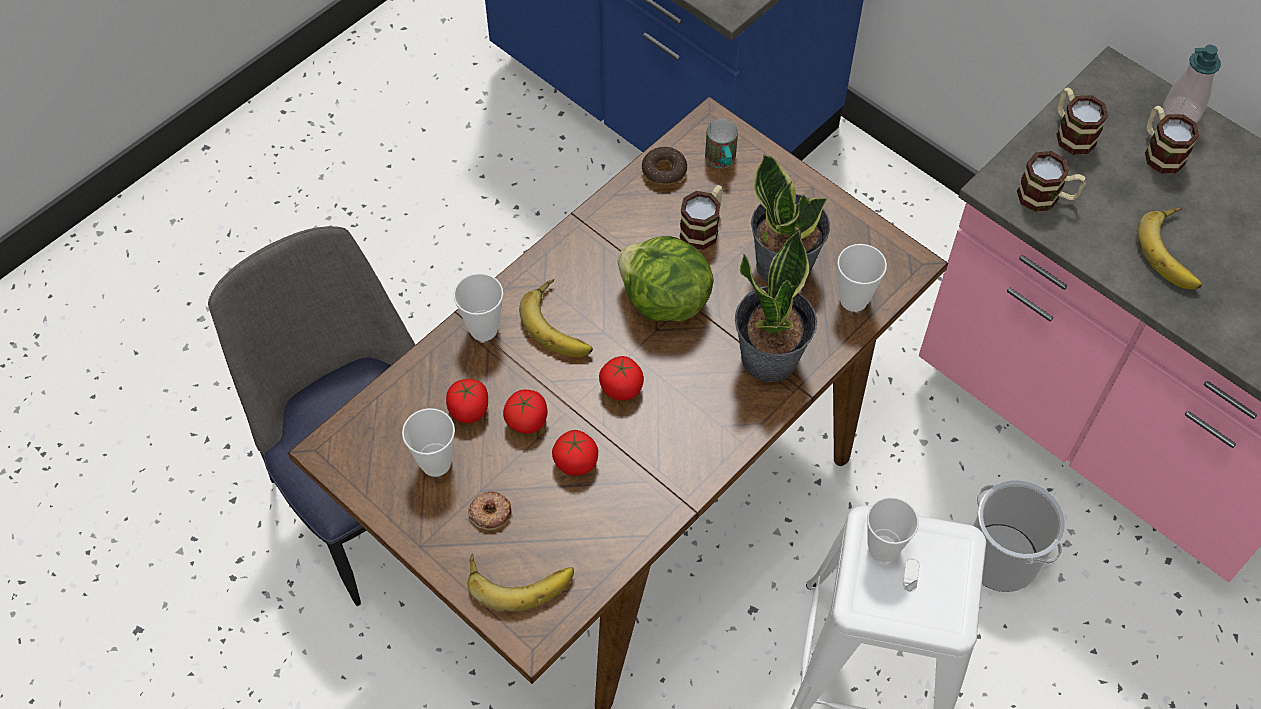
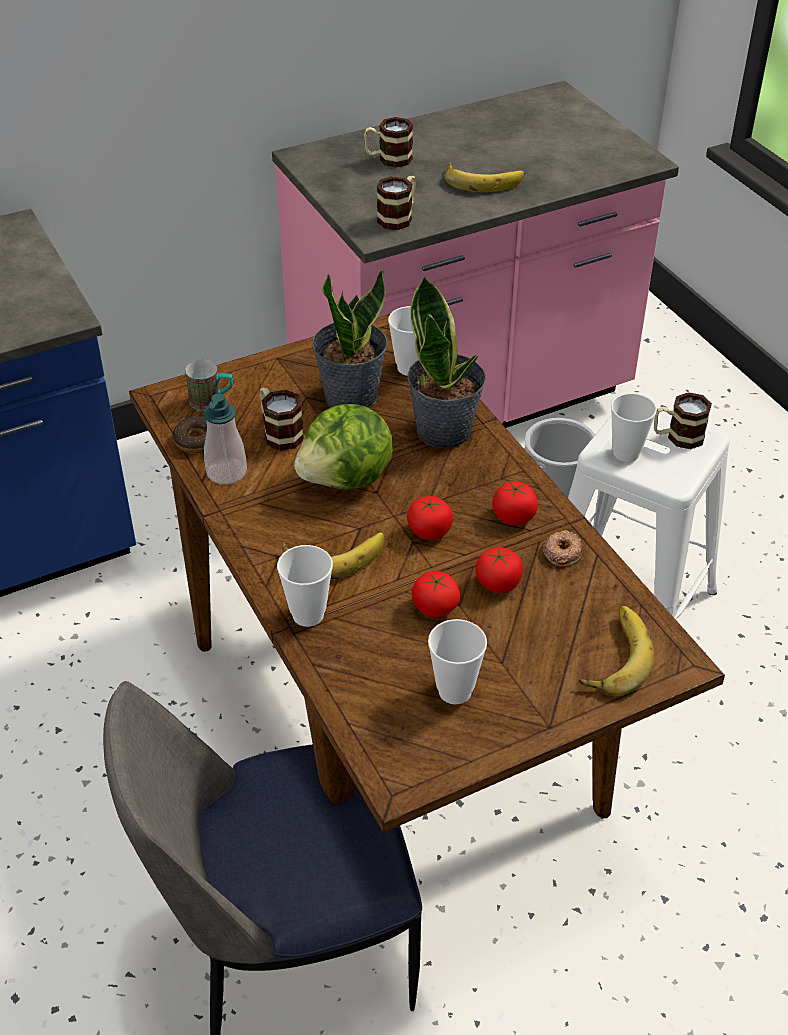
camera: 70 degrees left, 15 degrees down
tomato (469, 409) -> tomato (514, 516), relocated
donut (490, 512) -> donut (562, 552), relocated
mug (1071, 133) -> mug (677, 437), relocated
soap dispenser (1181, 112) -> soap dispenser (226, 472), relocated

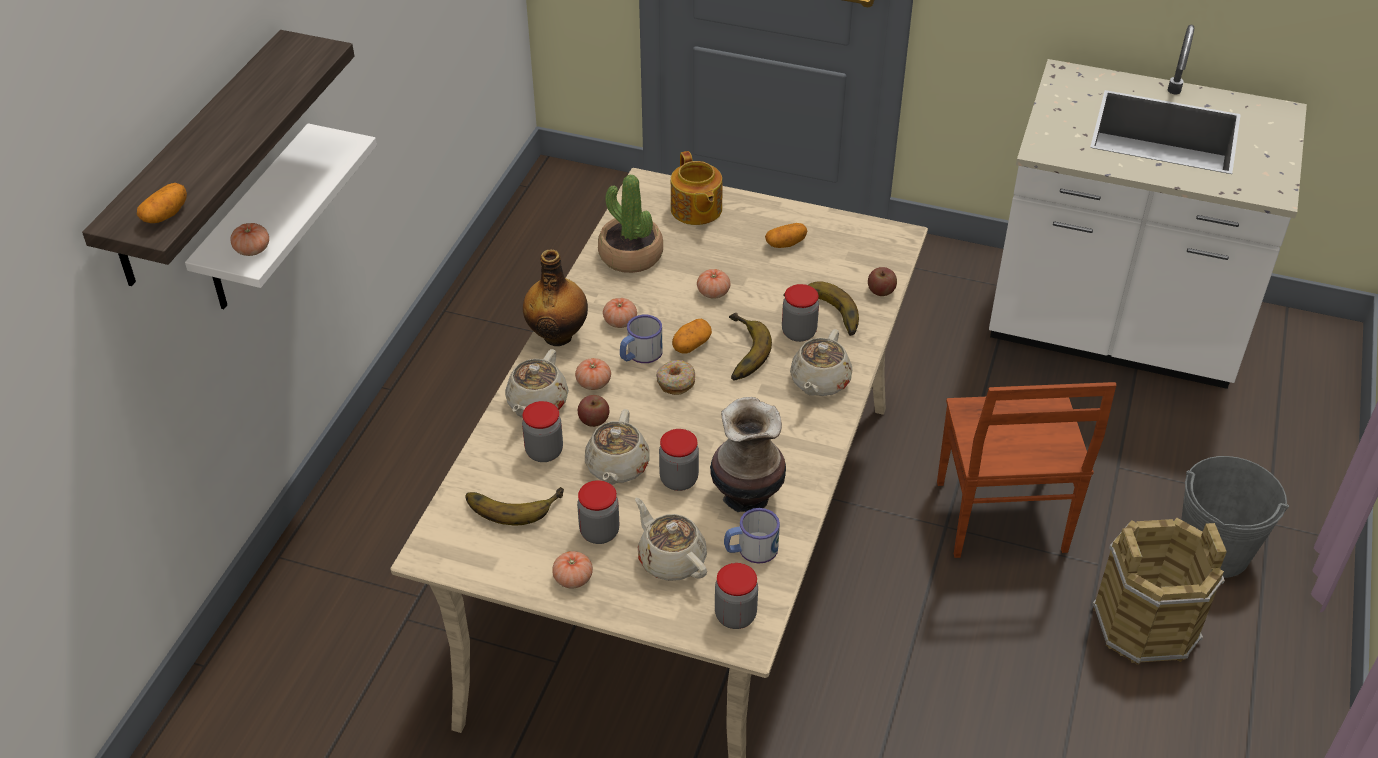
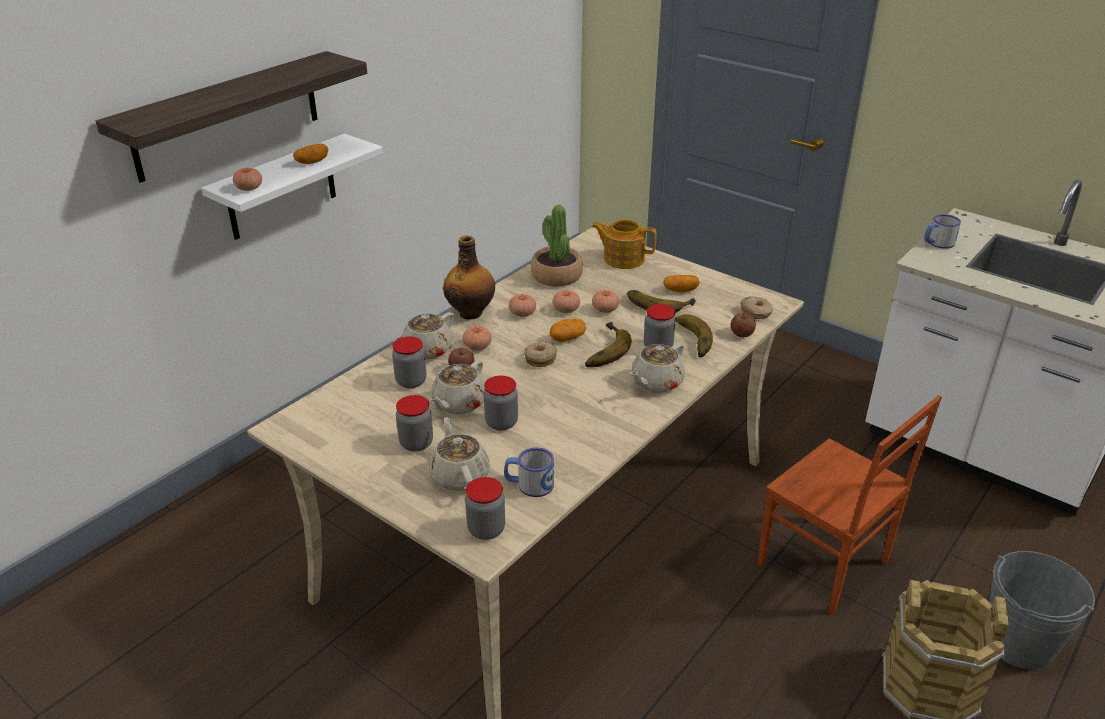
camera: 20 degrees right, 10 degrees down
vase (745, 495) -> none
none -> donut (756, 312)
potato (166, 215) -> potato (312, 162), relocated
banana (513, 502) -> banana (658, 302), relocated
tomato (573, 578) -> tomato (566, 310), relocated
mug (640, 354) -> mug (937, 243), relocated
teapot (696, 210) -> teapot (623, 259), 105 degrees clockwise
brown chair (999, 518) -> brown chair (823, 565), 60 degrees counterclockwise

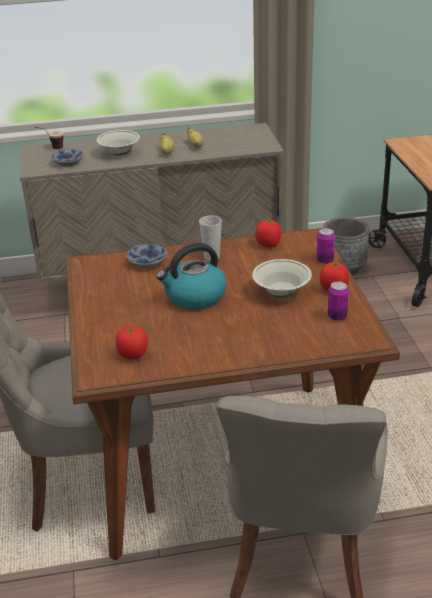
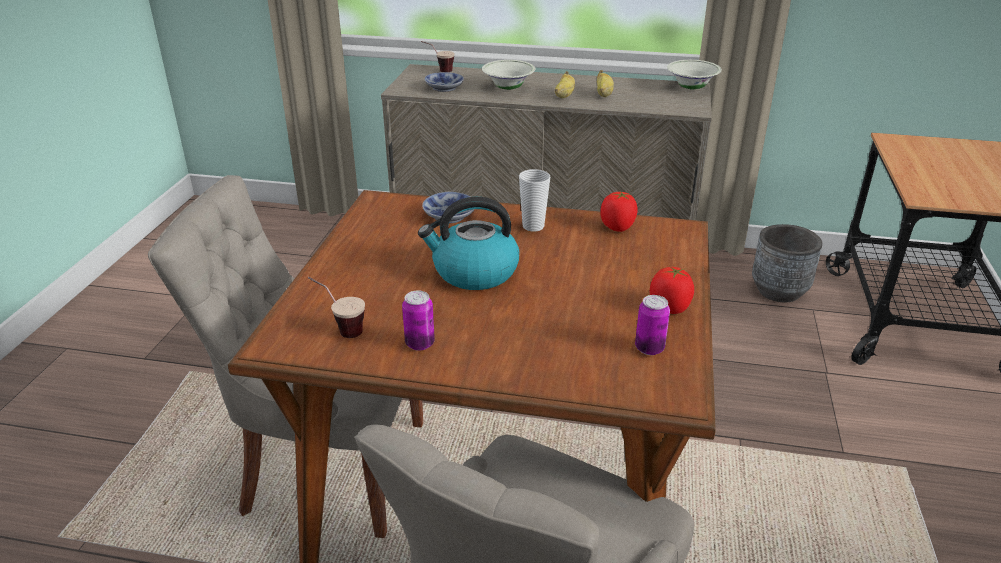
camera: 20 degrees right, 0 degrees up
white bowl (281, 293) -> white bowl (691, 88), relocated
can (325, 261) -> can (420, 343), relocated
tomato (133, 355) -> cup (340, 329)

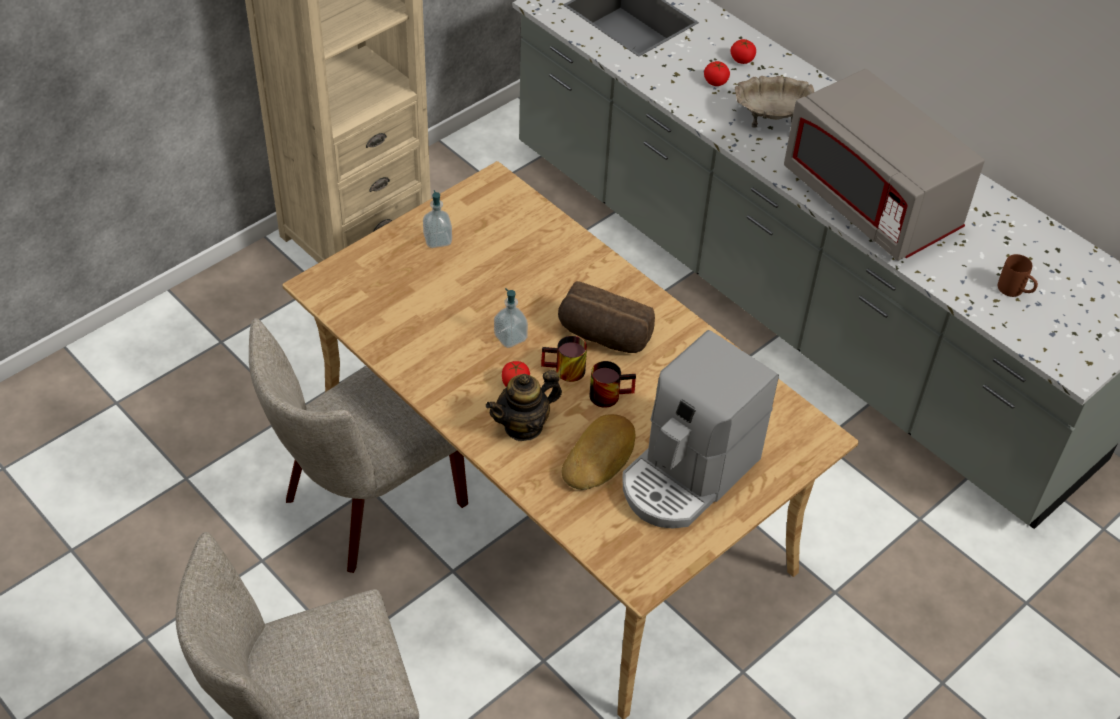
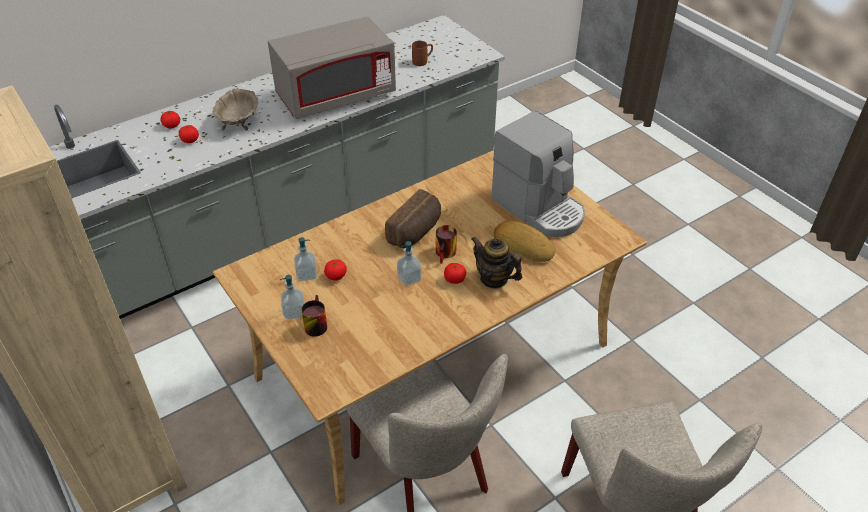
camera: 80 degrees left, 5 degrees down
none -> soap dispenser (307, 274)
none -> tomato (336, 276)
mug (609, 393) -> mug (314, 324), relocated
teapot (523, 426) -> teapot (494, 279), 150 degrees clockwise

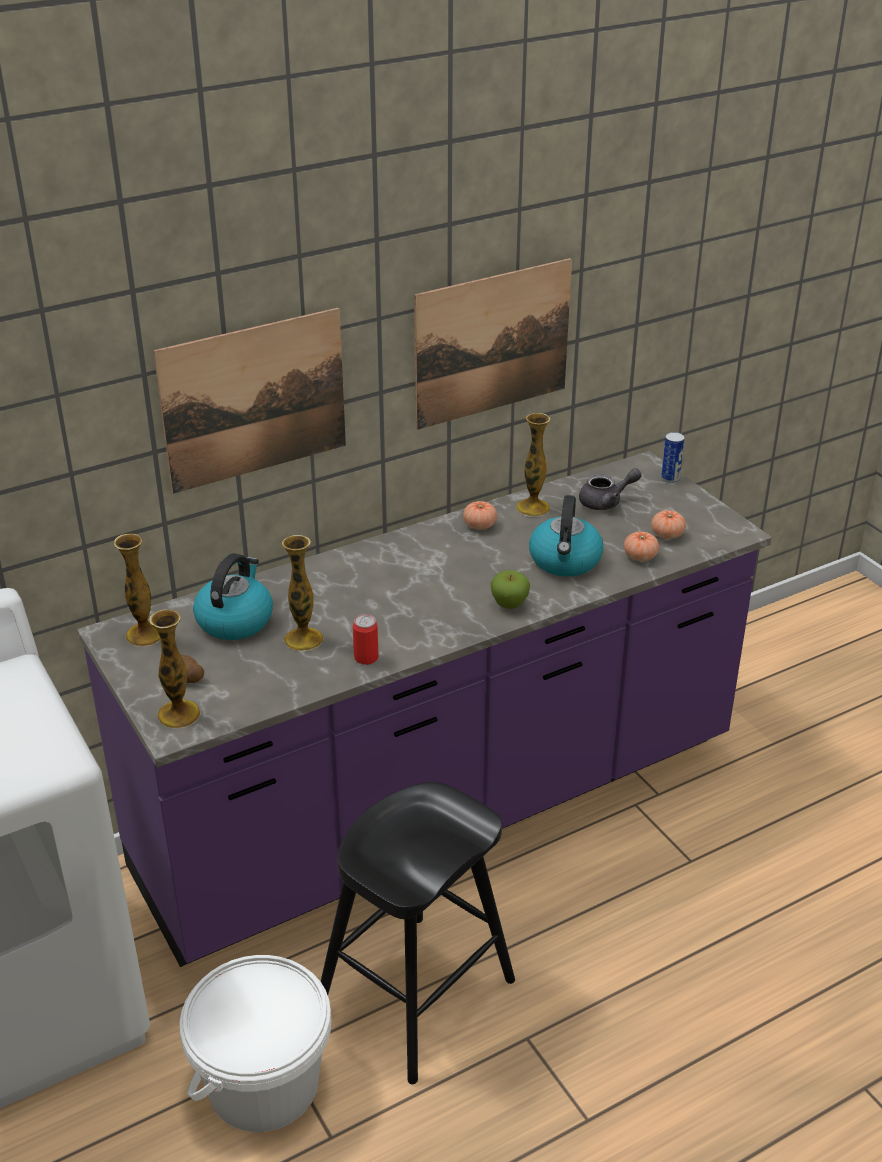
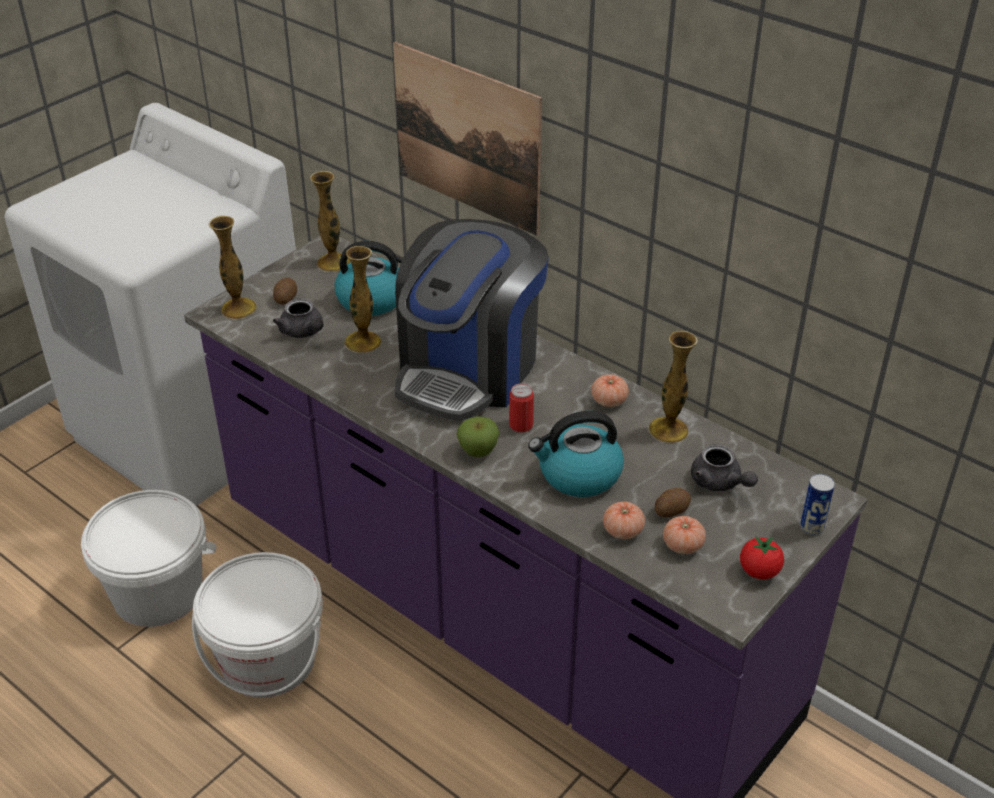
camera: 70 degrees right, 5 degrees up
picture (492, 343) -> none
none -> grey teapot (303, 332)
none -> coffee machine (469, 370)
none -> potato (671, 510)
none -> tomato (759, 571)
can (366, 657) -> can (521, 425), relocated
black stool (415, 996) -> white bucket (268, 660)

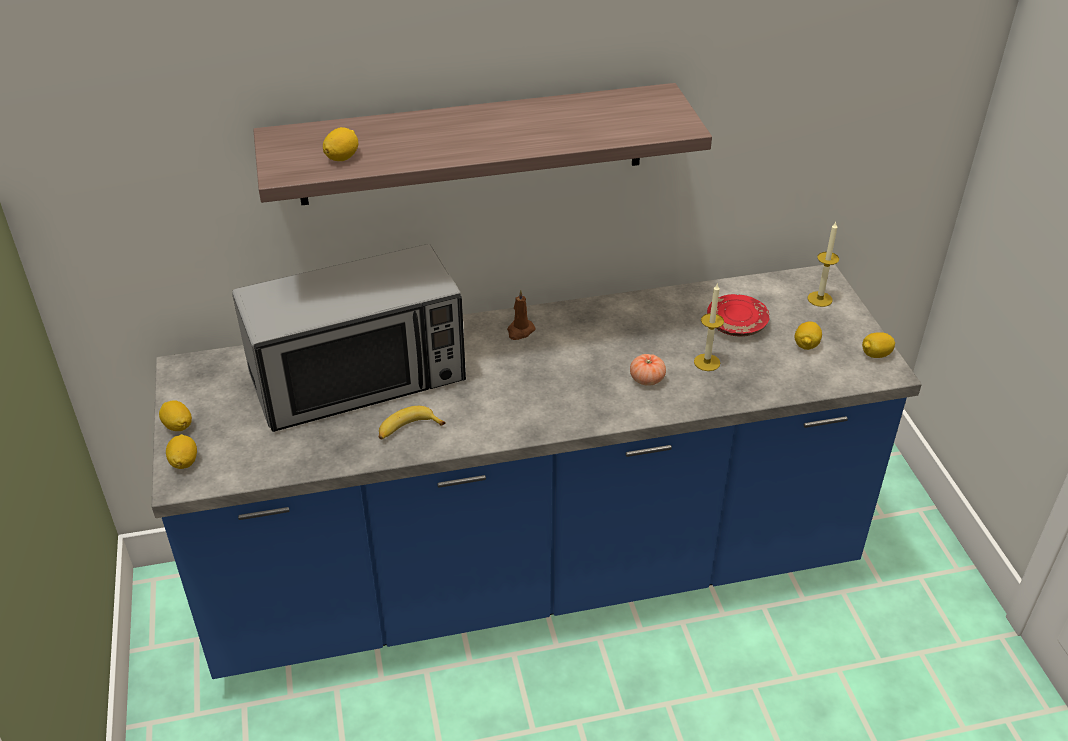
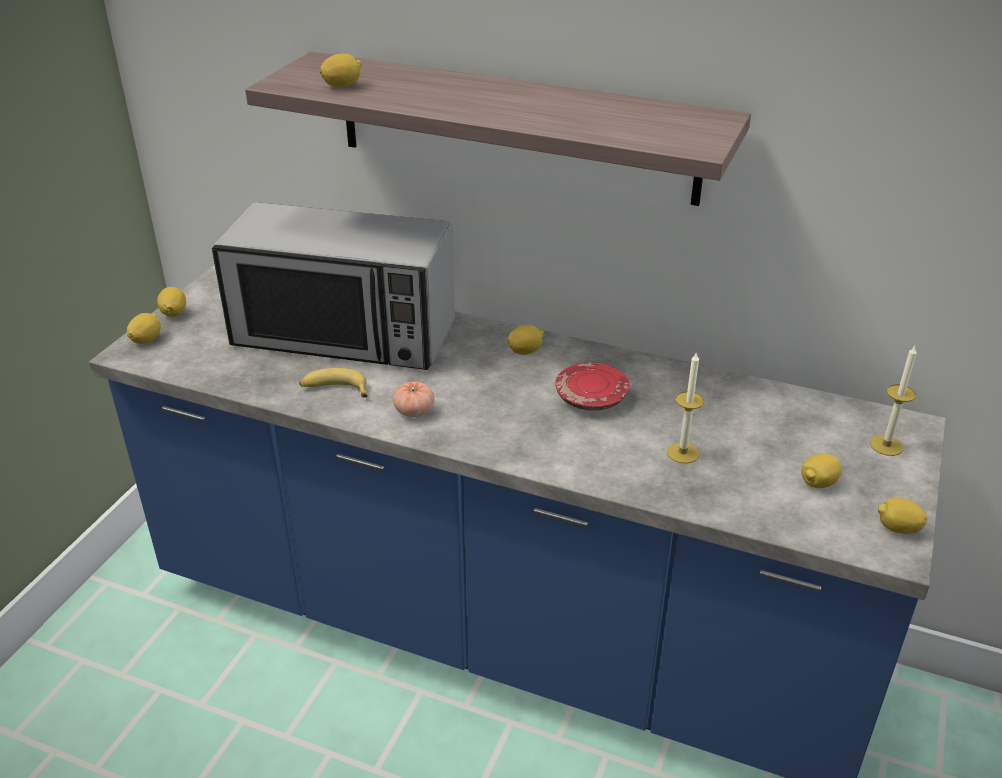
camera: 35 degrees right, 5 degrees down
tomato (647, 379) -> tomato (414, 411), relocated
red plate (737, 324) -> red plate (591, 398), relocated
brown candle (520, 331) -> lemon (525, 351)

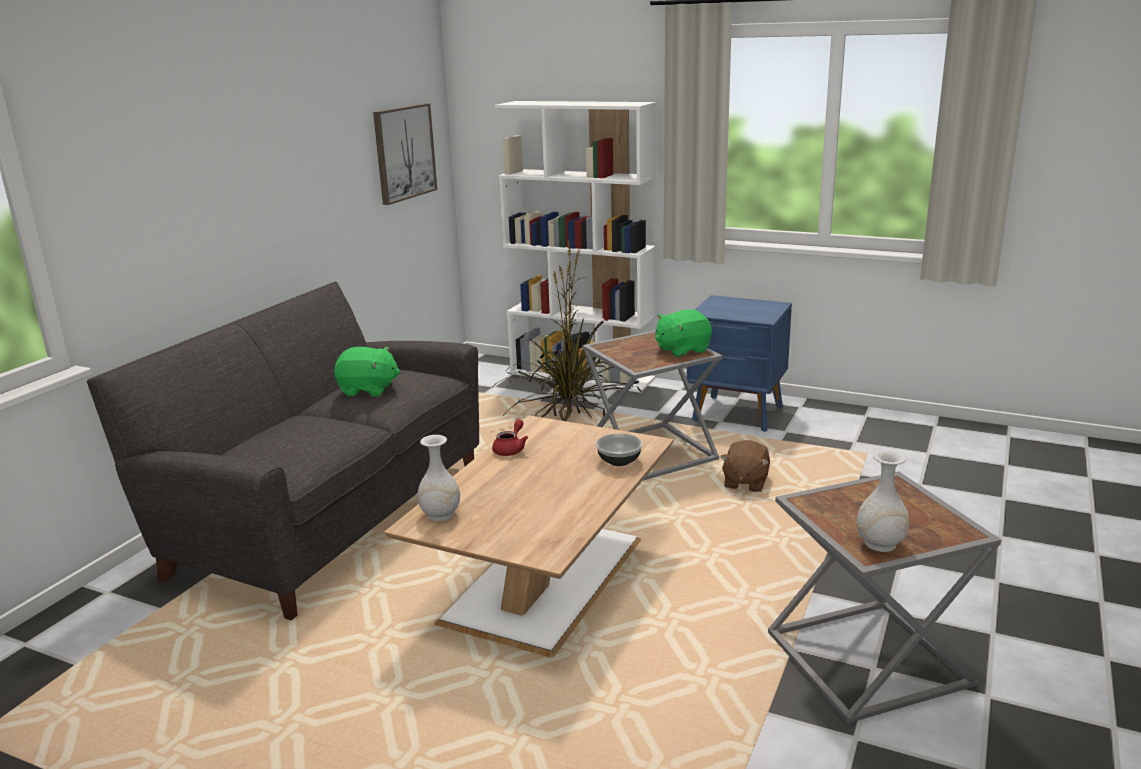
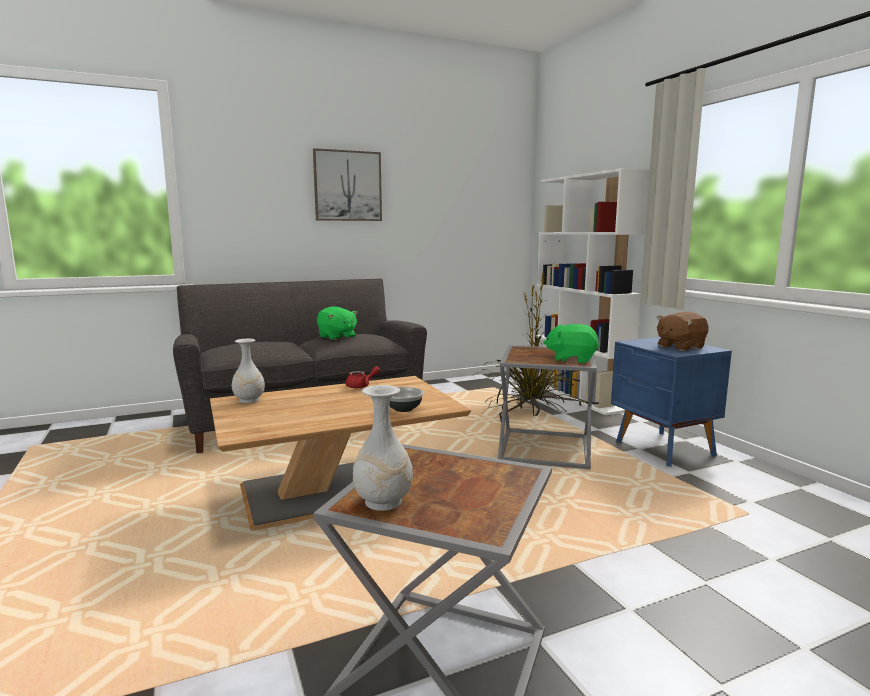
camera: 40 degrees right, 10 degrees down
picture (404, 152) -> picture (347, 186), relocated
brown plush toy (745, 483) -> brown plush toy (679, 347), relocated

